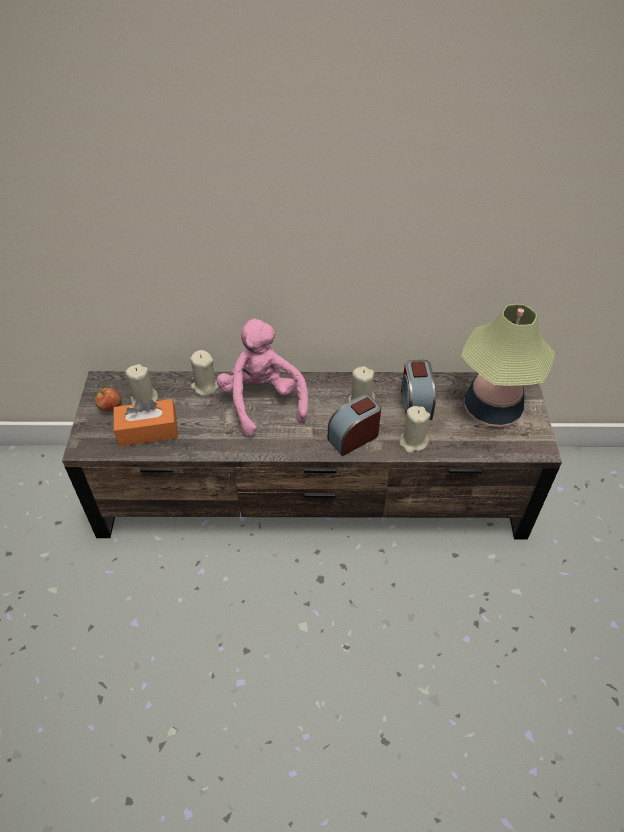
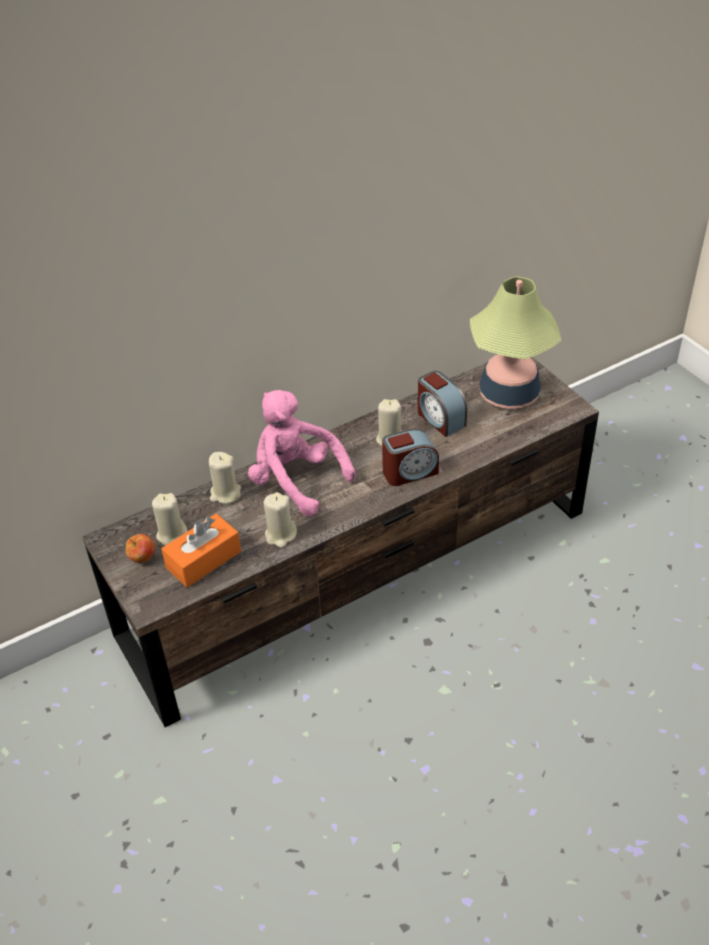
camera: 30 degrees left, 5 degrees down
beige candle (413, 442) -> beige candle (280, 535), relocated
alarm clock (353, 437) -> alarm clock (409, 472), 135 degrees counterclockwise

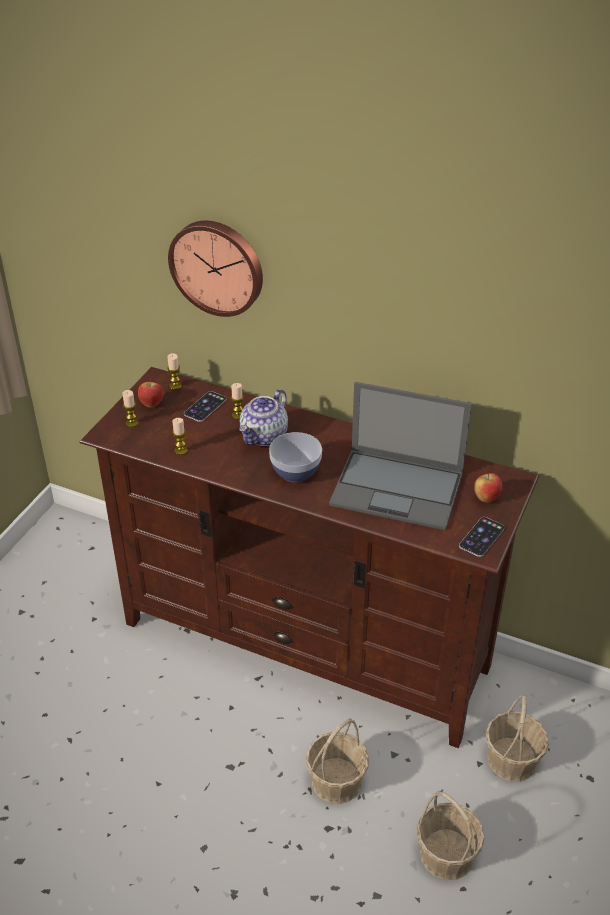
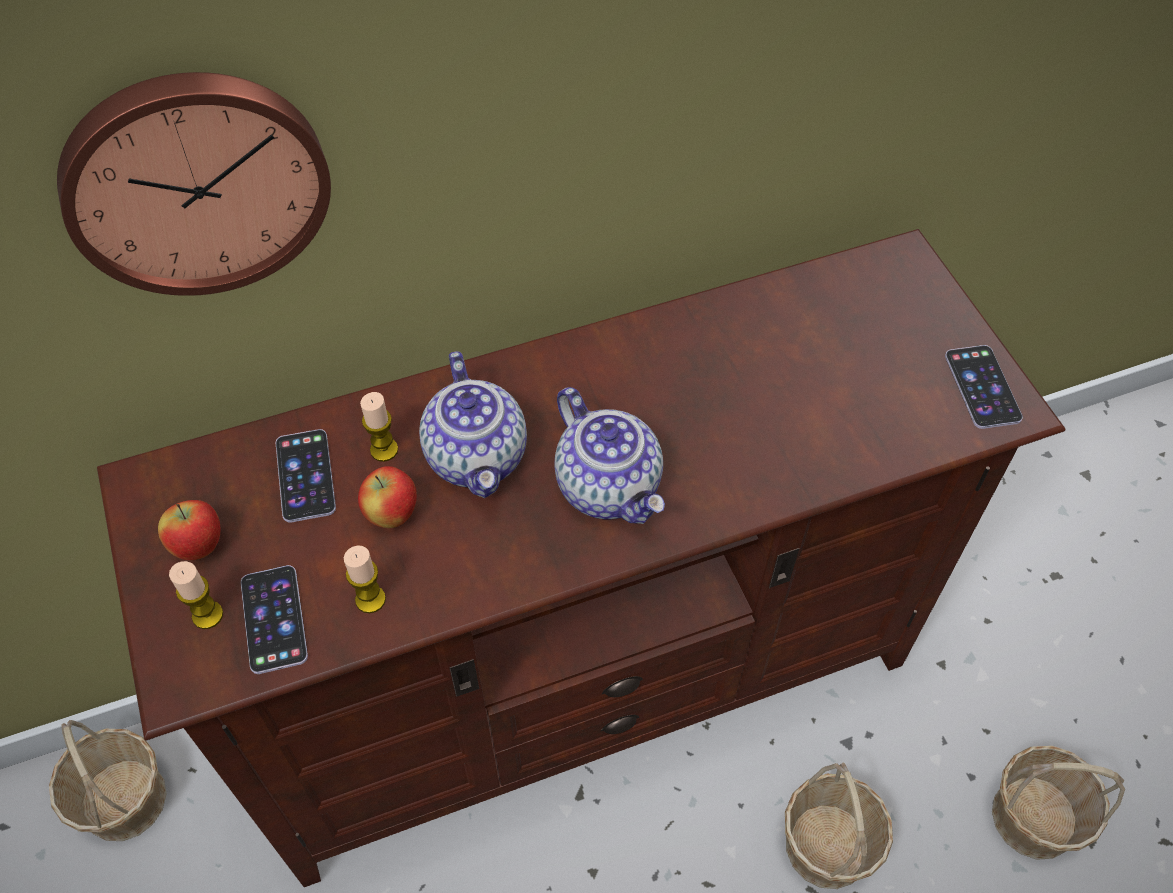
camera: 45 degrees left, 15 degrees up
candle (175, 386) -> none
laptop (398, 489) -> none
none -> phone (274, 619)
apple (486, 498) -> apple (392, 514), relocated
basket (512, 759) -> basket (125, 799), relocated
bowl (296, 472) -> teapot (610, 486)

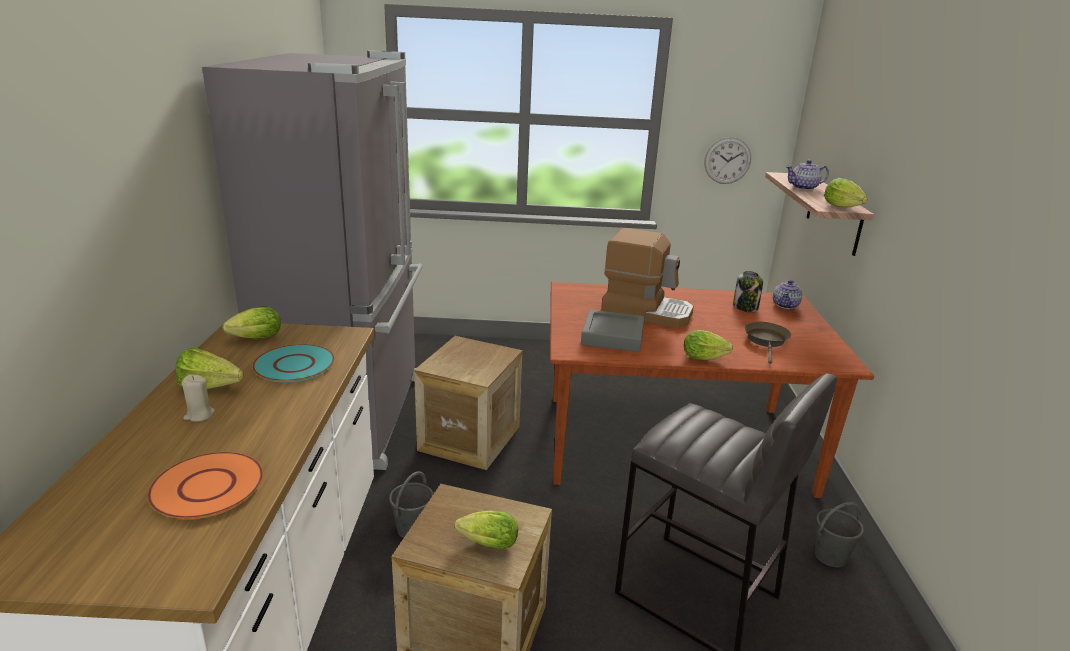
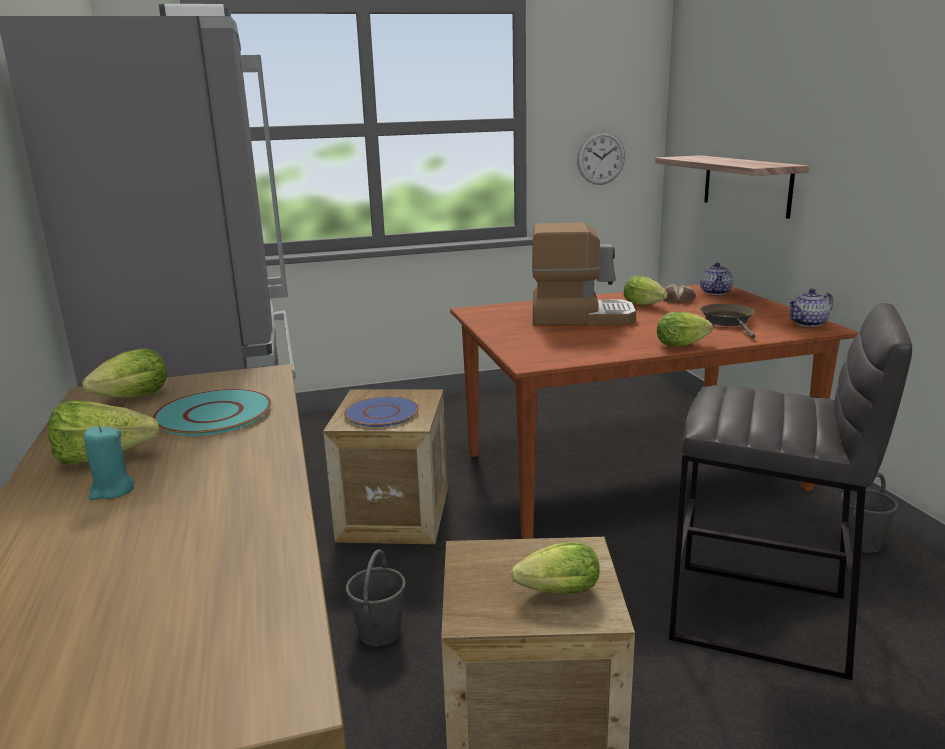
camera: 15 degrees left, 5 degrees down
orange plate (207, 487) -> none
grey tray (612, 336) -> none
none -> blue plate (382, 413)
teapot (804, 188) -> teapot (808, 323), relocated
lettuce (843, 208) -> lettuce (645, 305), relocated
jar (745, 307) -> bread (678, 299)
beige candle (199, 415) -> turquoise candle (112, 490)

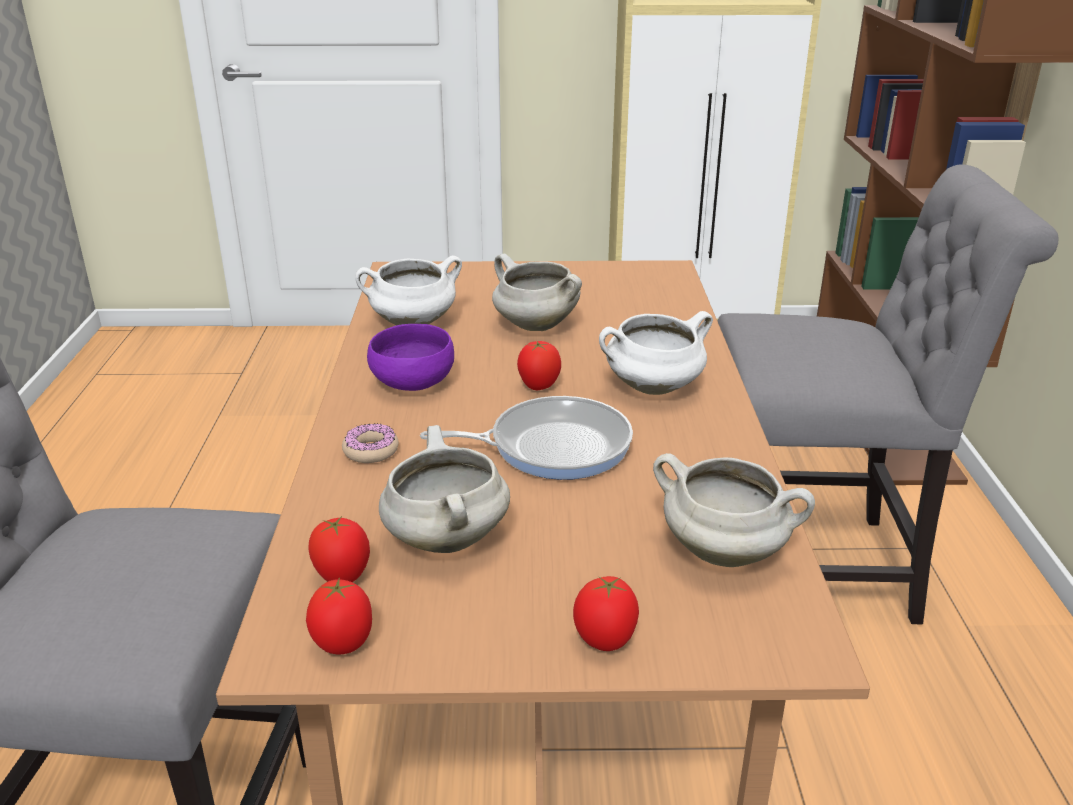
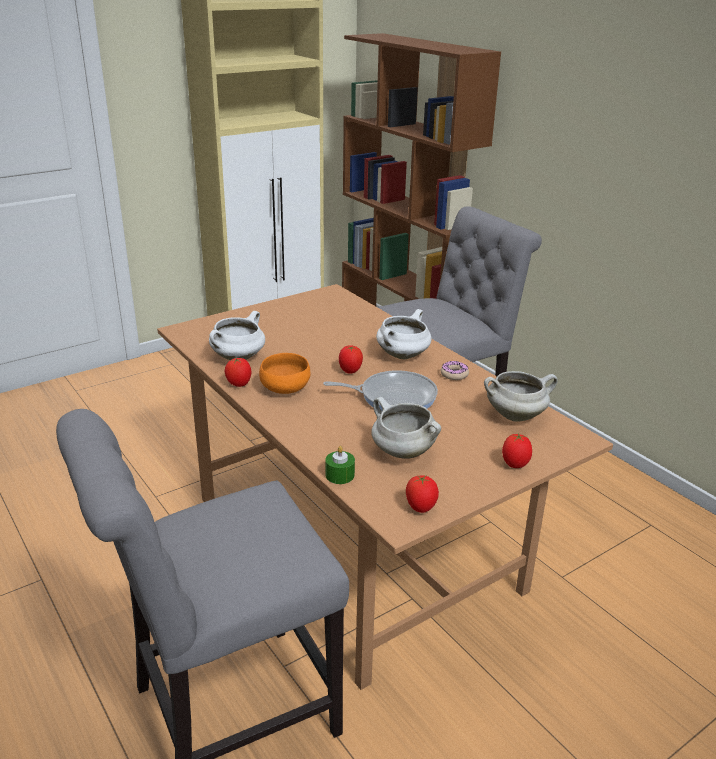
camera: 35 degrees left, 0 degrees up
white cooking pot (534, 326) -> none
none -> green candle (340, 475)
tomato (343, 578) -> tomato (239, 385), relocated
donut (371, 451) -> donut (454, 374), relocated
purple bowl (412, 384) -> orange bowl (285, 389)
frying pan (552, 446) -> frying pan (393, 397), 45 degrees clockwise

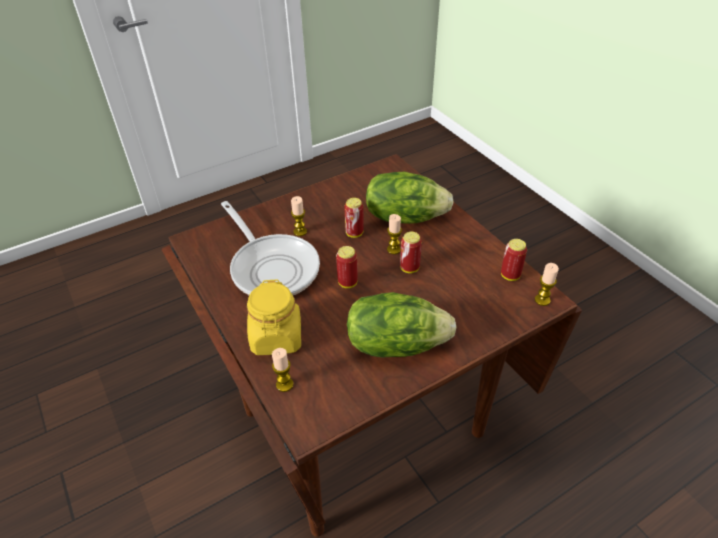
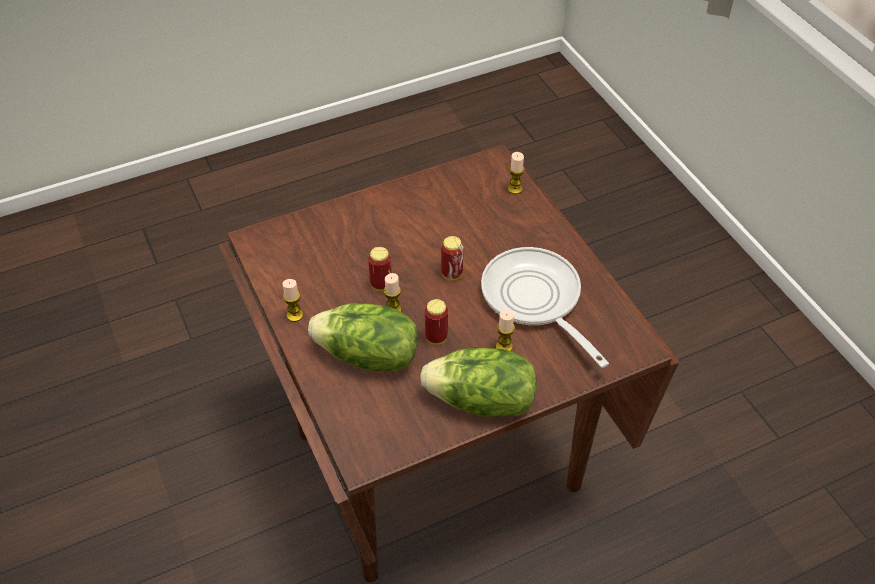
camera: 175 degrees left, 5 degrees up
yellow jar (277, 338) -> none
can (510, 275) -> none
lettuce (396, 343) -> lettuce (481, 402), relocated
candle (542, 300) -> candle (295, 315), relocated

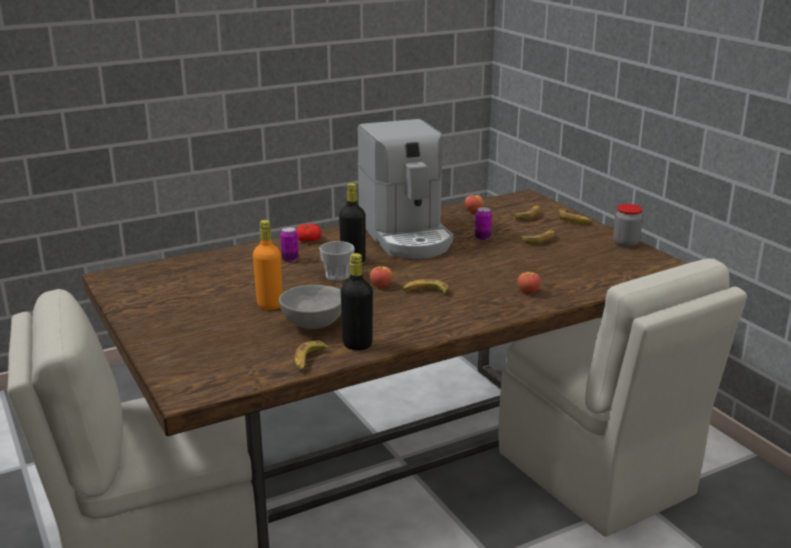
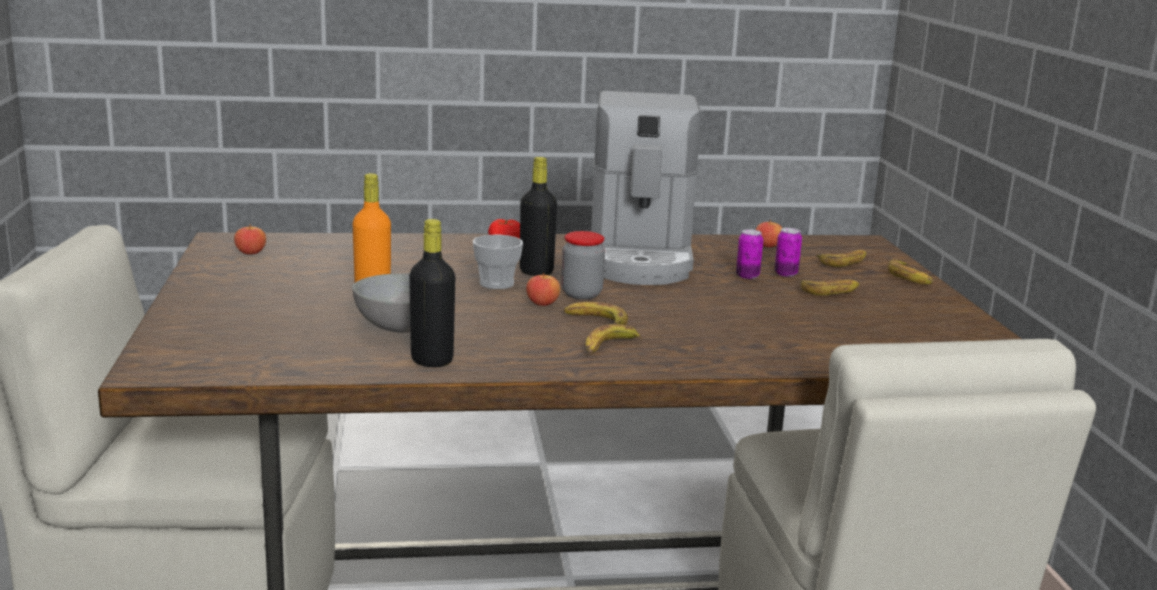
camera: 20 degrees right, 5 degrees down
can (290, 259) -> can (786, 274), relocated
banana (309, 360) -> banana (609, 347), relocated
apple (528, 291) -> apple (250, 252), relocated
jar (626, 243) -> jar (581, 294), relocated

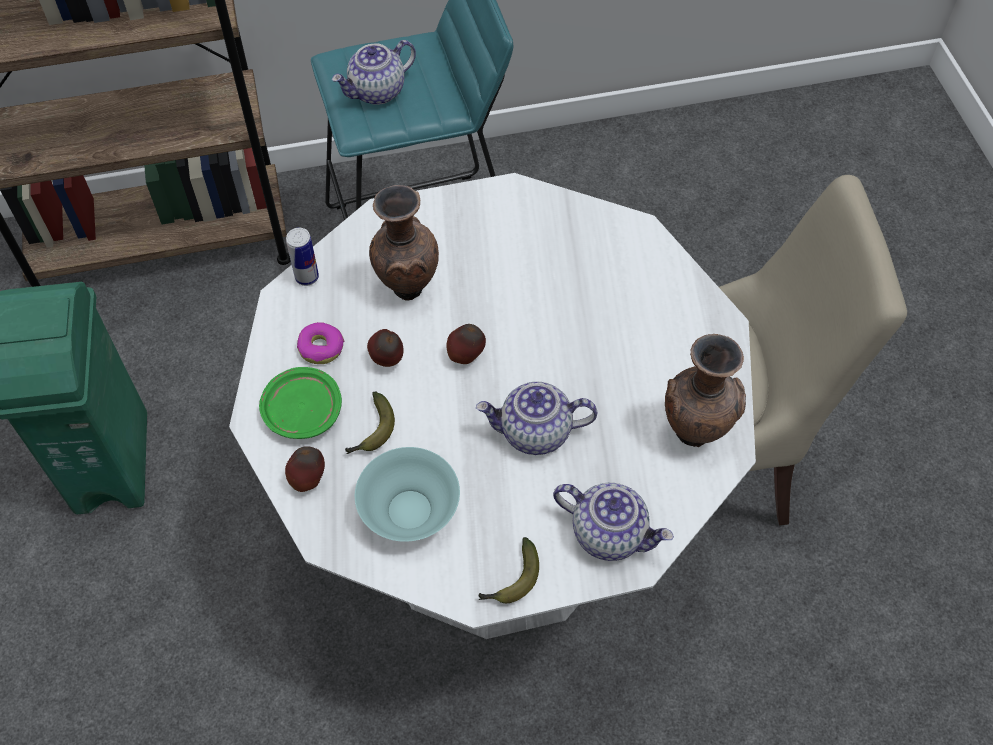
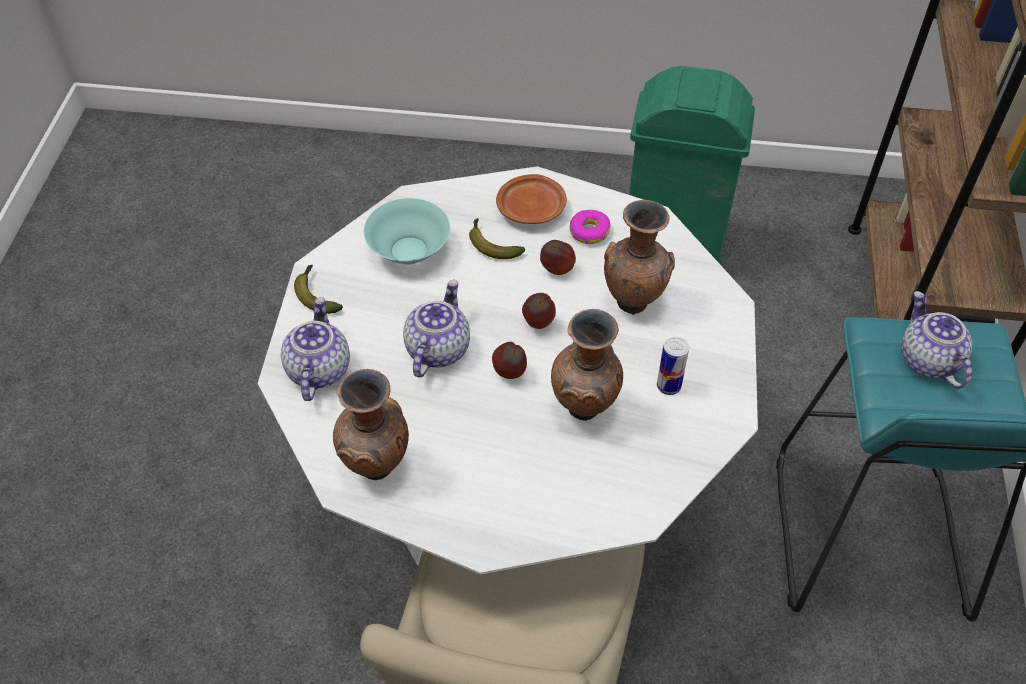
camera: 110 degrees right, 5 degrees down
none -> brown vase (585, 410)
apple (308, 480) -> apple (510, 374), relocated
can (307, 277) -> can (668, 386), relocated
green plate (302, 410) -> brown plate (532, 208)
teapot (609, 533) -> teapot (318, 369), 135 degrees clockwise

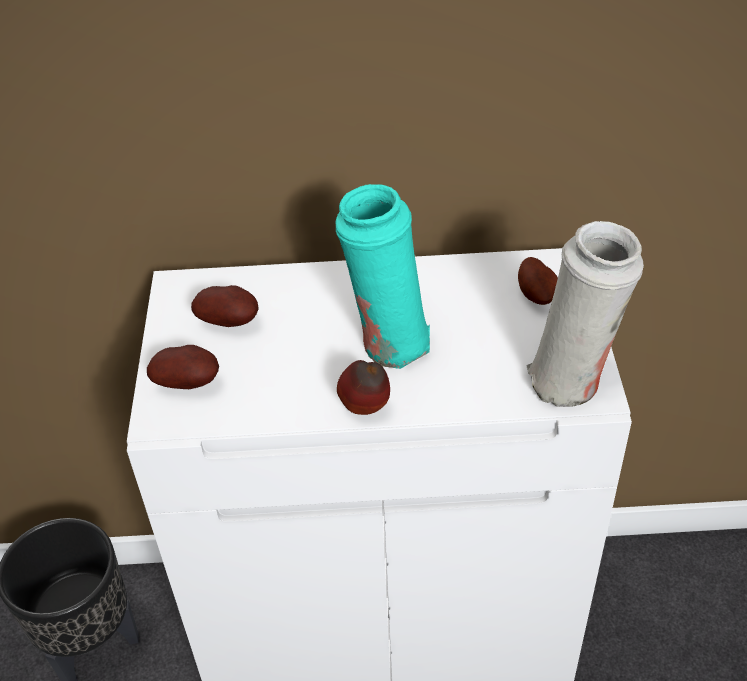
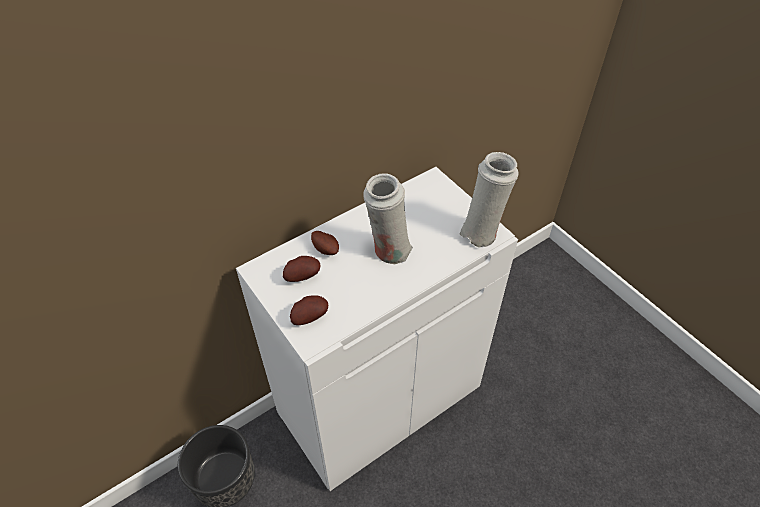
camera: 35 degrees left, 5 degrees up
apple (366, 408) -> none
potato (537, 294) -> potato (326, 249), relocated
turquoise vase (387, 343) -> white vase (388, 251)

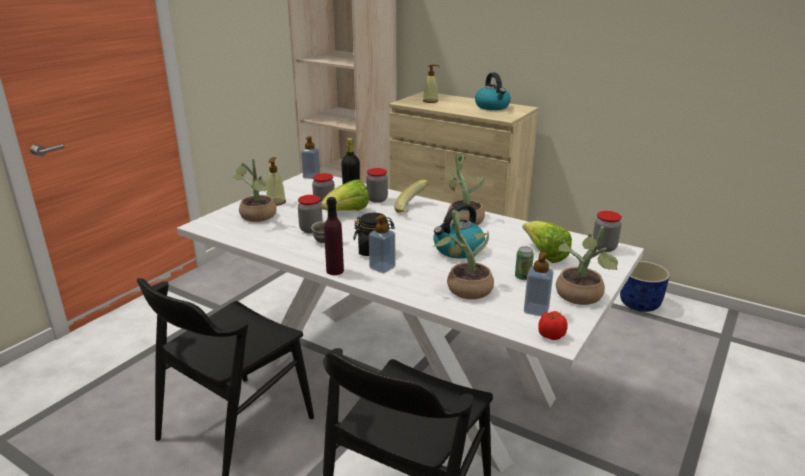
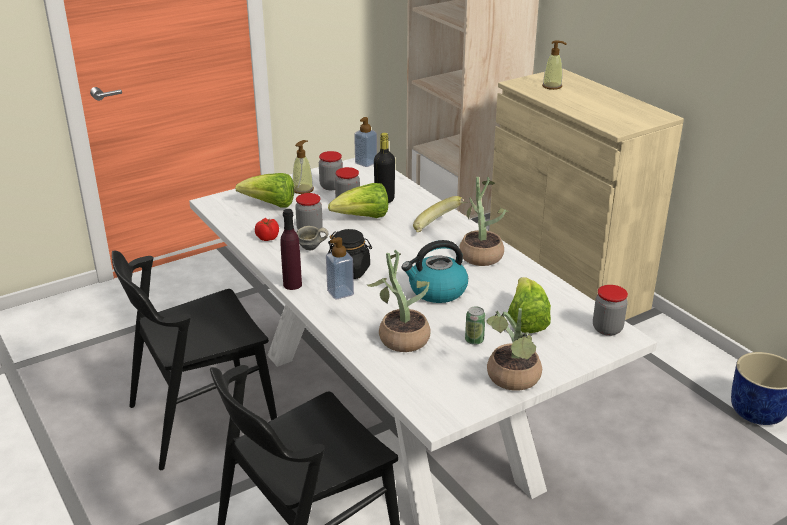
camera: 25 degrees right, 5 degrees up
kettle (492, 107) -> none
soap dispenser (536, 310) -> none
jar (377, 199) -> jar (331, 186), relocated
tomato (550, 335) -> tomato (267, 238), relocated
potted plant (258, 217) -> lettuce (270, 205)

